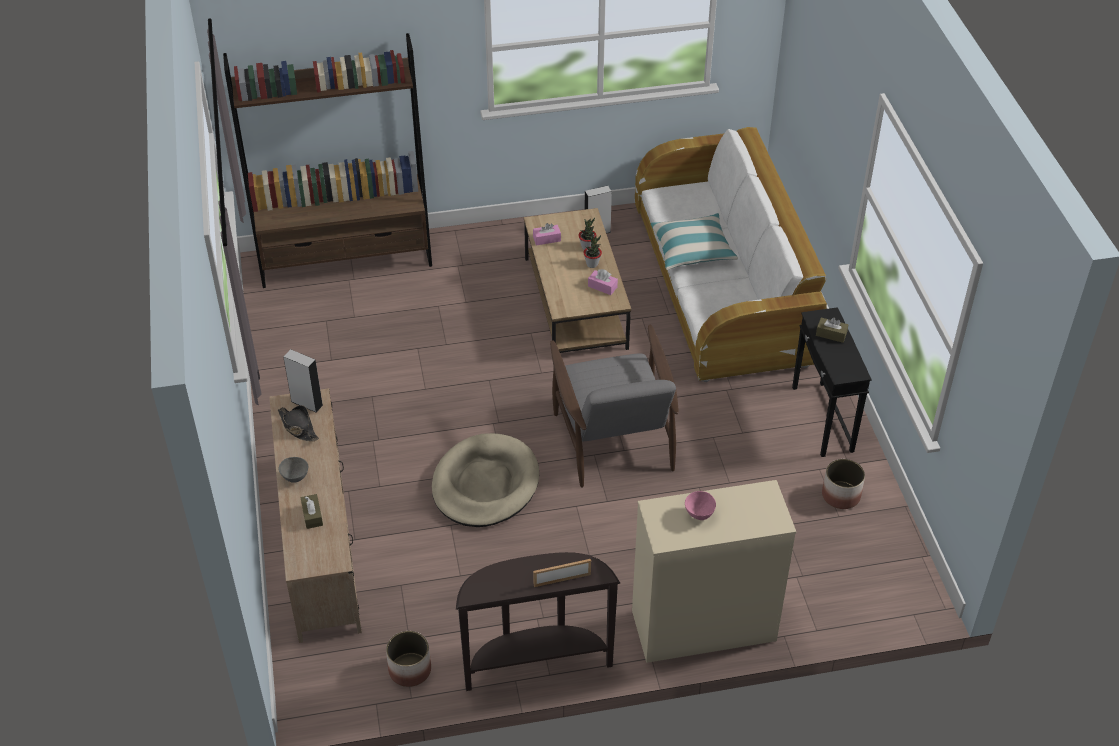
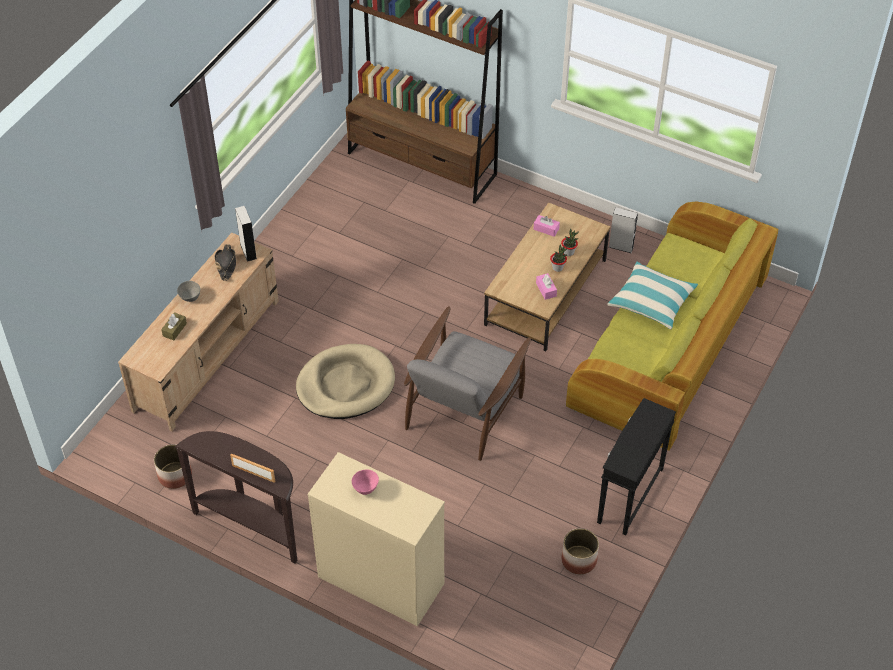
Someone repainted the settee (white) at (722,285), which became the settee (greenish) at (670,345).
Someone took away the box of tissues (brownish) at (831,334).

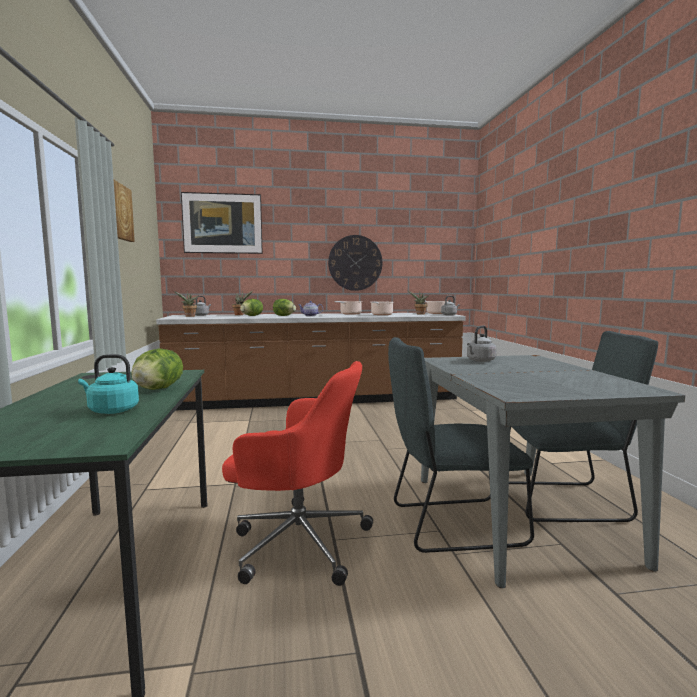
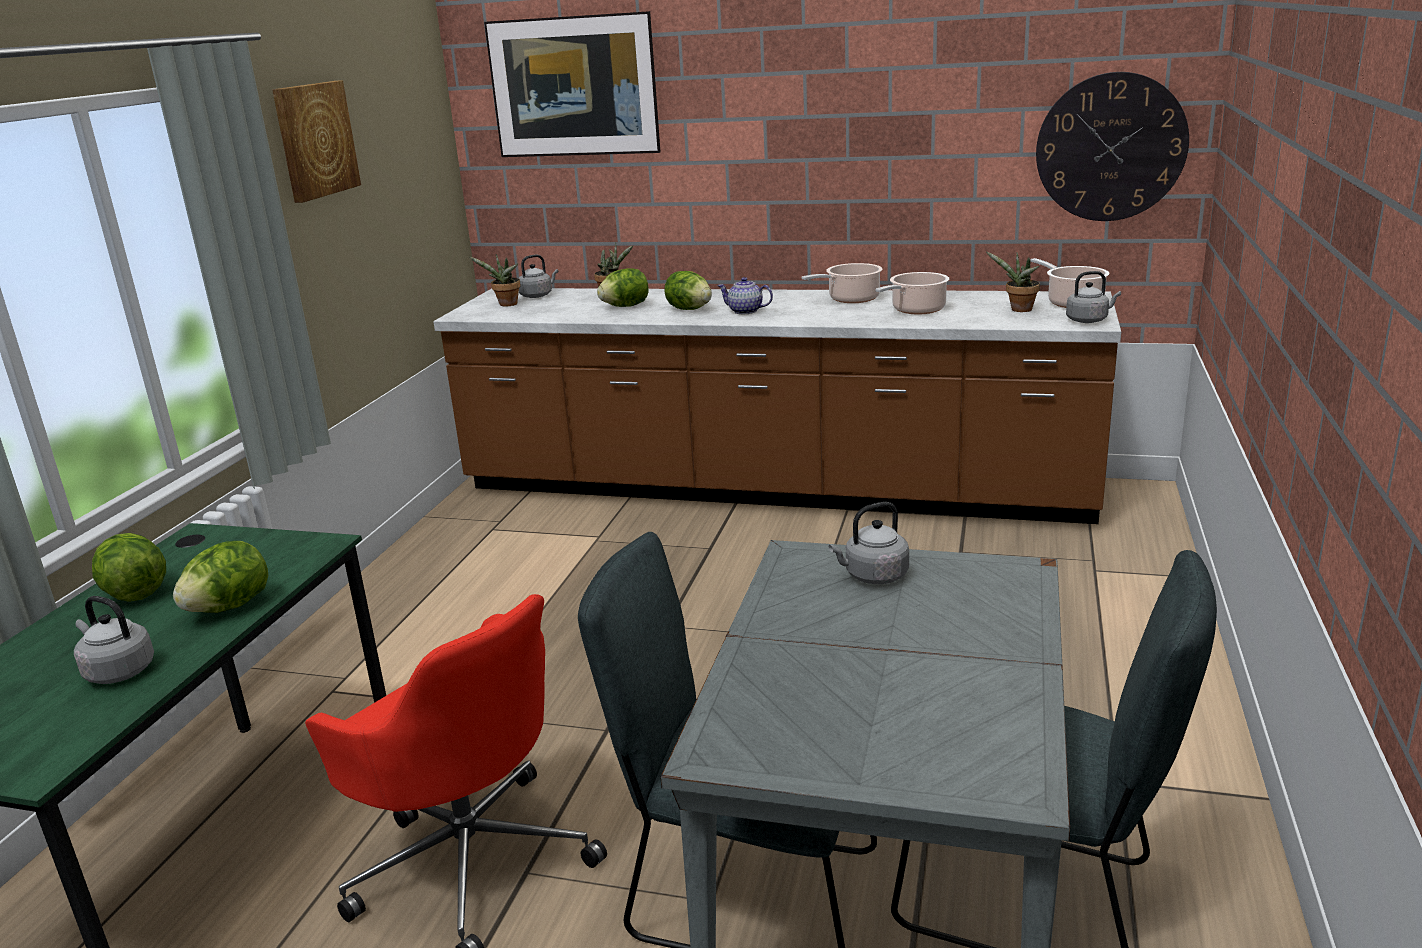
Someone carried the hanging clock from (355,263) to (1110,147).
Someone repainted the tea kettle (turquoise) at (111,410), which became the tea kettle (grey) at (117,671).
Someone put down the lettuce head at (135,593).

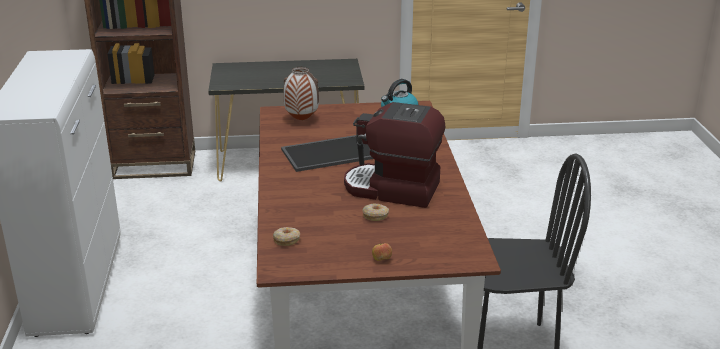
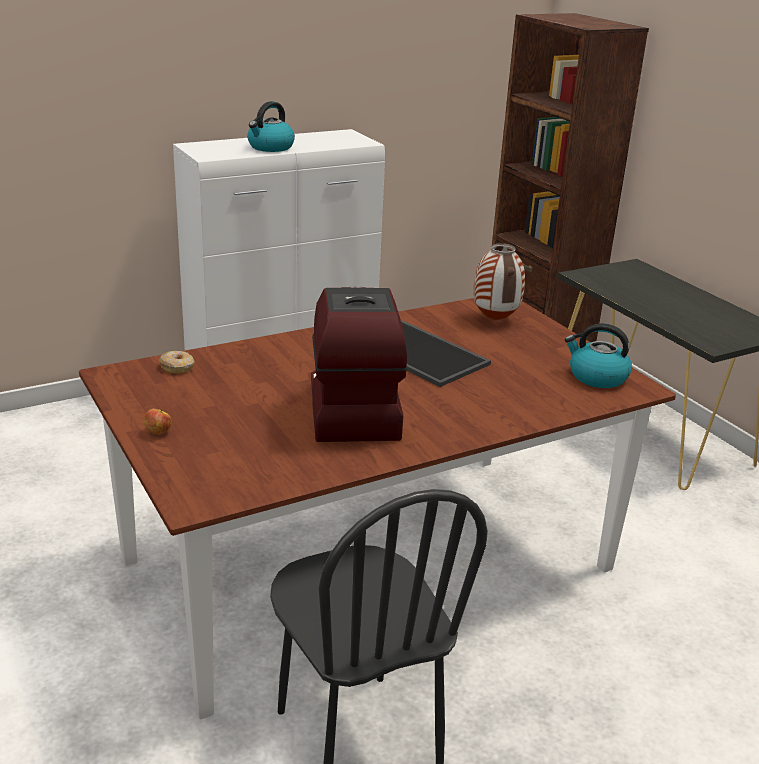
Someone took away the ring doughnut at (375,216).
Someone put down the tea kettle at (270,147).

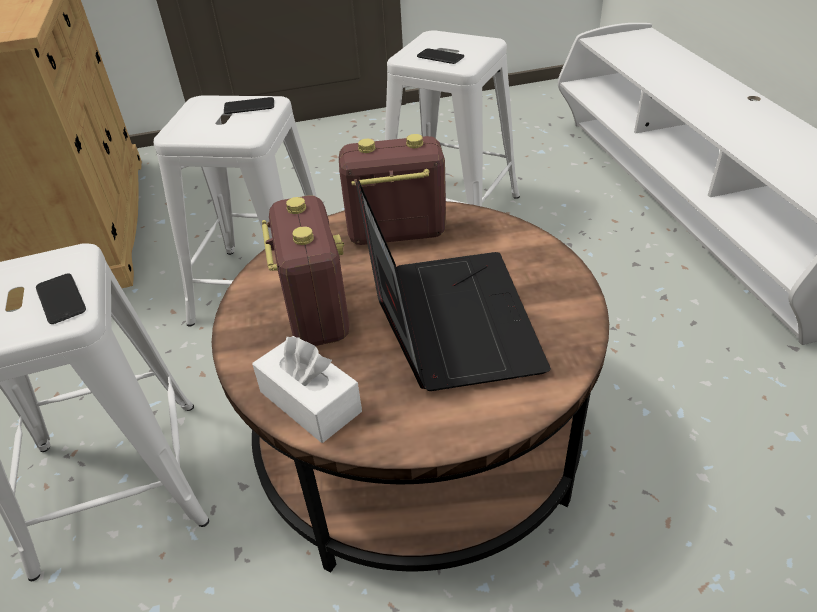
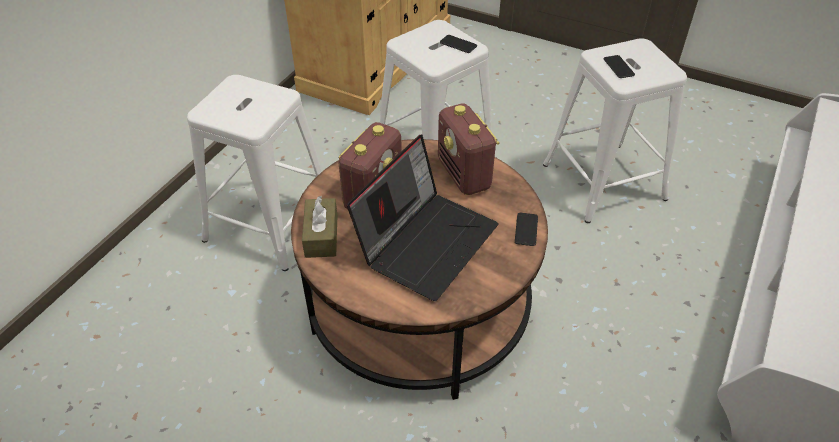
Someone rotated the radio at (395,233) by 150 degrees counterclockwise.
Someone carried the telephone from (61,299) to (526,229).
Someone repainted the box of tissues (white) at (310,401), which became the box of tissues (brownish) at (321,236).

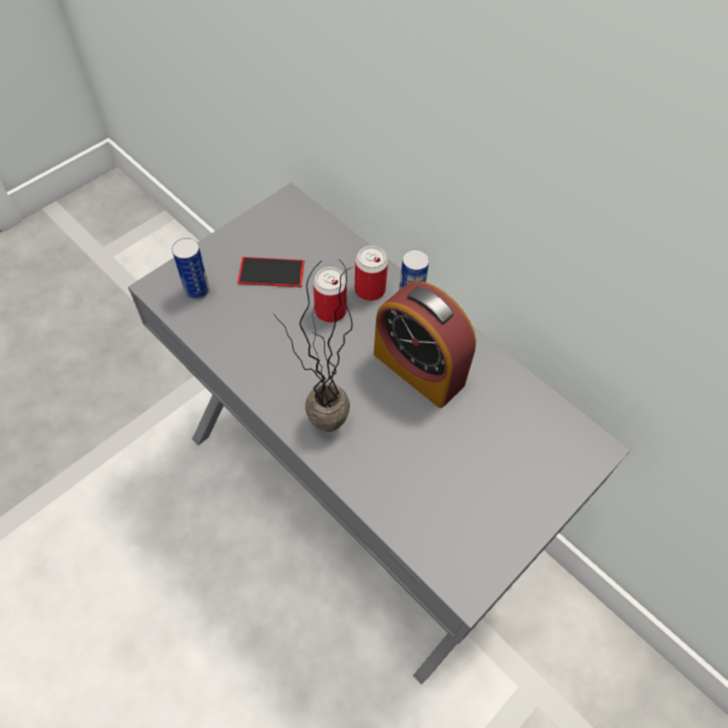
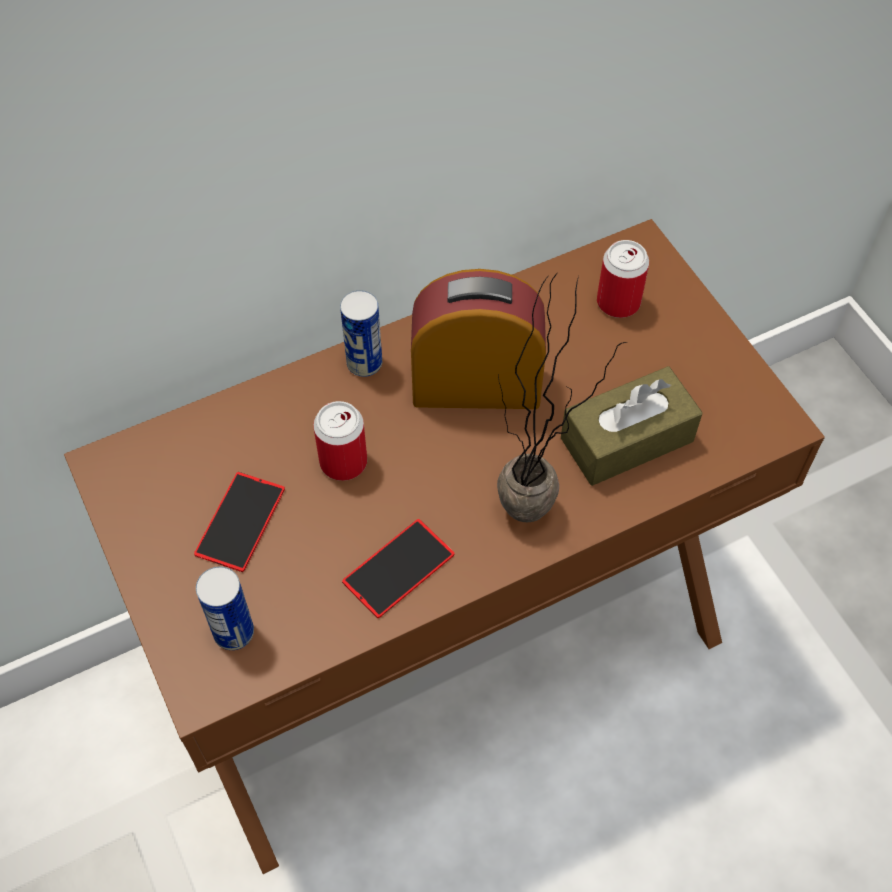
Someone repainted the desk (grey) at (359,494), which became the desk (brownish) at (444,643).
Someone carried the can from (370,289) to (618,302).
Someone rotated the bedside clock at (418,368) by 150 degrees counterclockwise.
Someone put down the box of tissues (brownish) at (627,439).
Someone put down the telephone at (398,568).

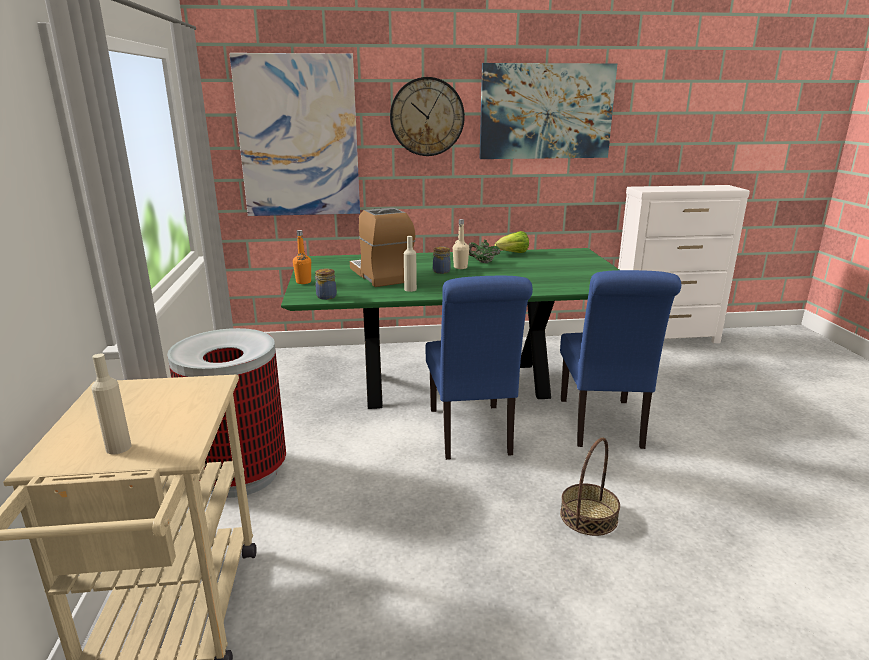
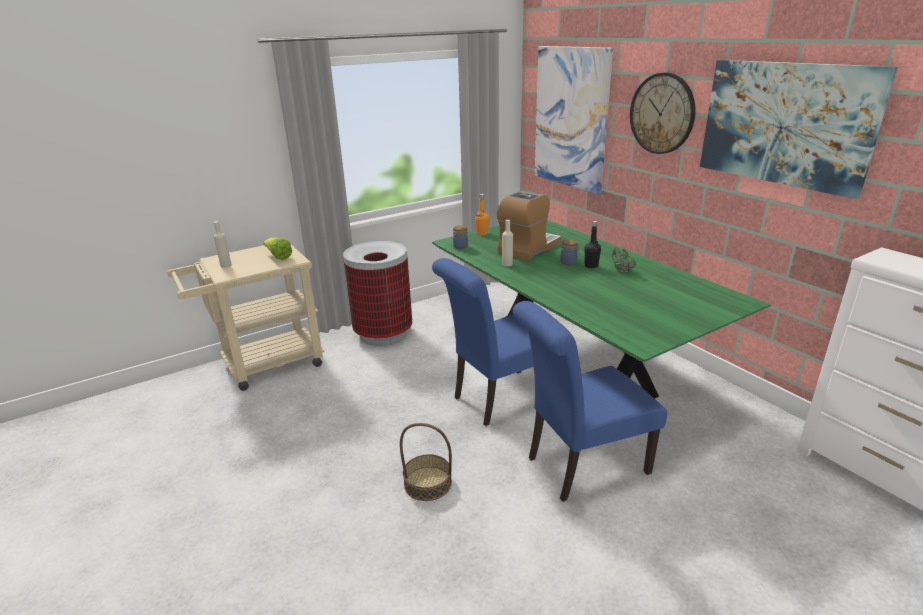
Someone repainted the drink bottle (beige) at (460,267), which became the drink bottle (black-coloured) at (591,266).
Someone carried the lettuce head from (512,253) to (278,257).

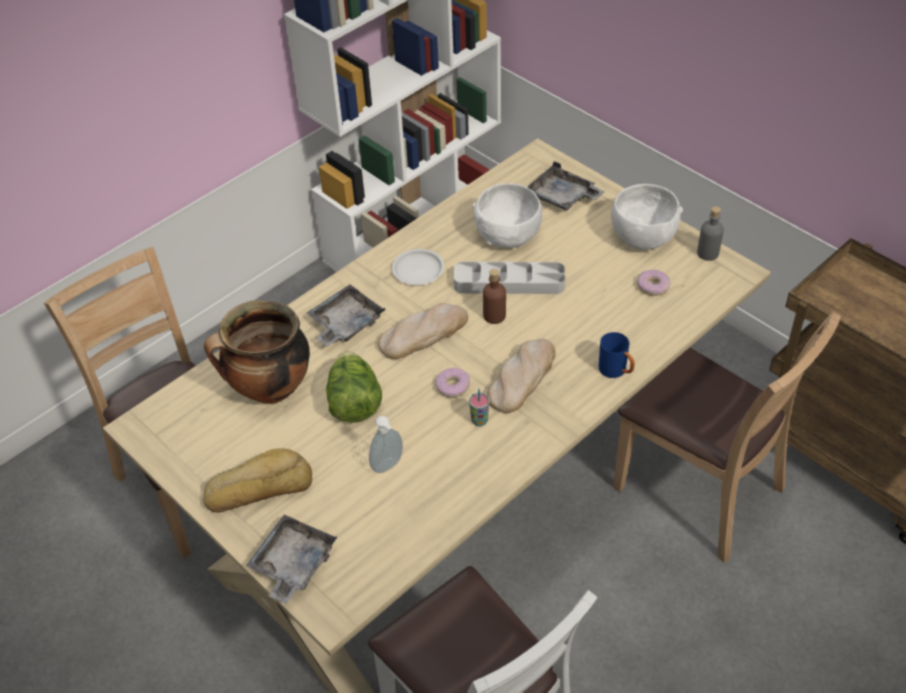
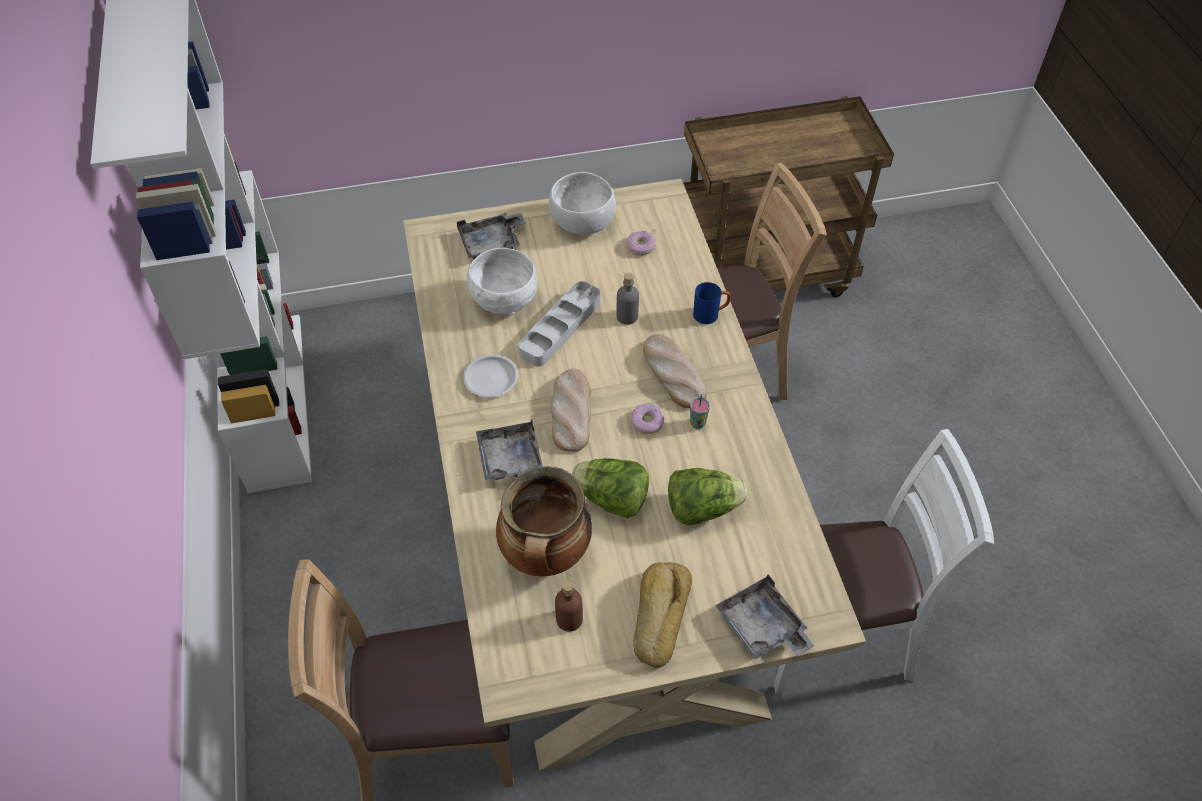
Someone carried the drink bottle (grey) from (708,253) to (627,316).
Someone carried the drink bottle (brownish) from (494,316) to (569,619).
Someone swapped the liquid soap bottle at (388,466) for the lettuce head at (702,508).

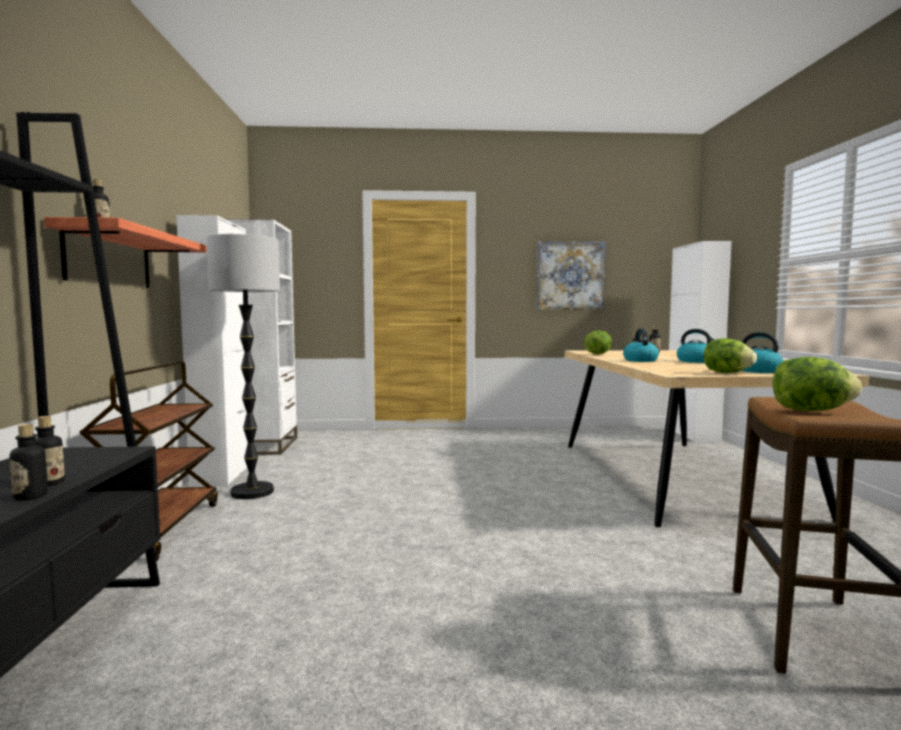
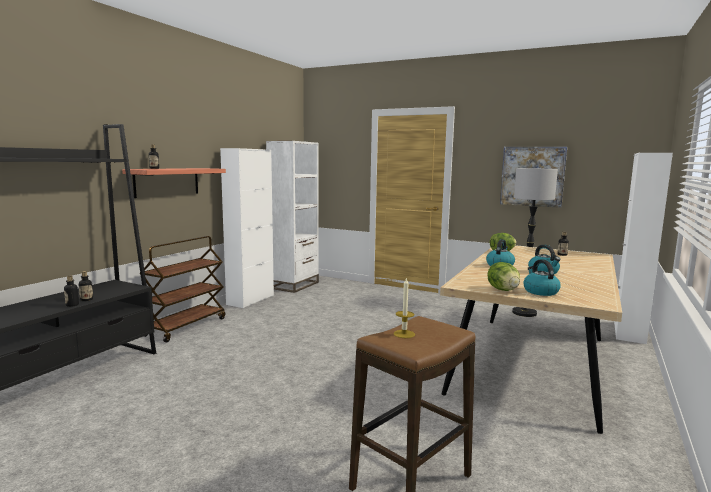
Someone carried the standing lamp from (252,492) to (524,313).
Someone swapped the lettuce head at (811,411) for the candle at (404,334).

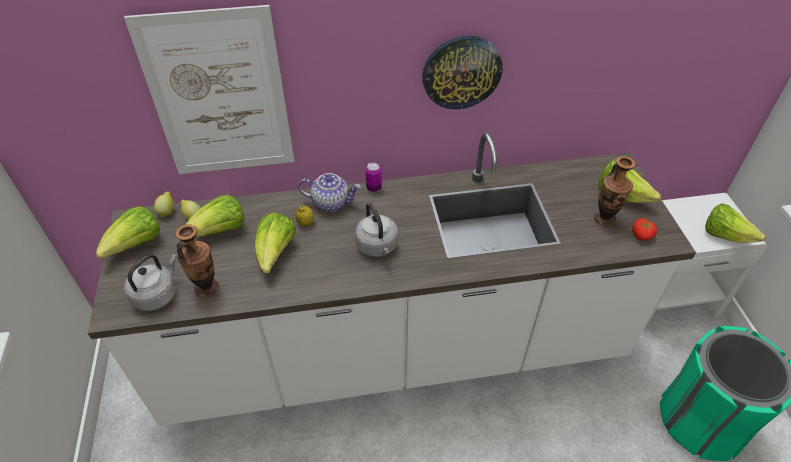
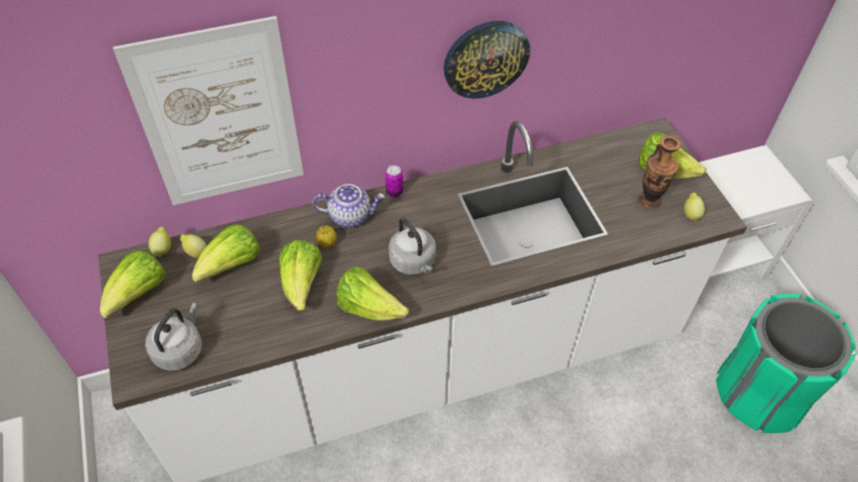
Someone carried the lettuce head from (725,235) to (369,308).
Someone swapped the tomato at (642,235) for the whole lemon at (690,214).
Someone took away the flower vase at (206,288).

